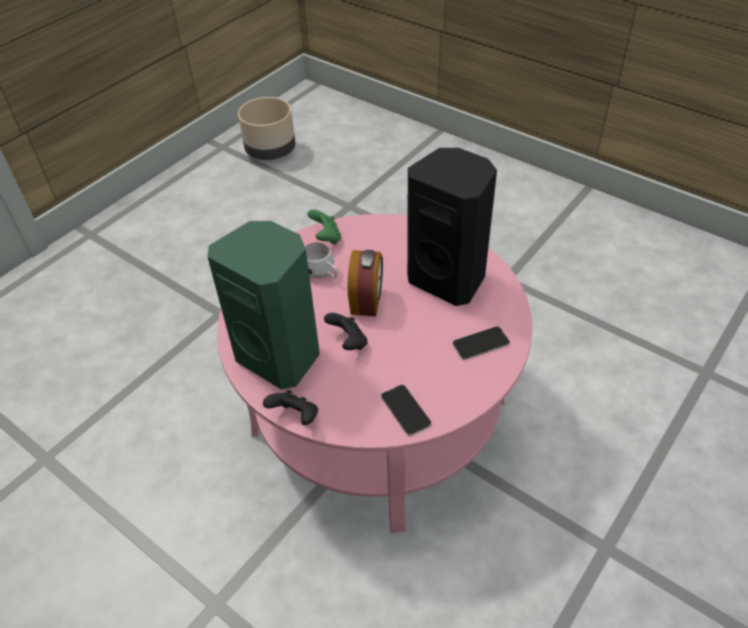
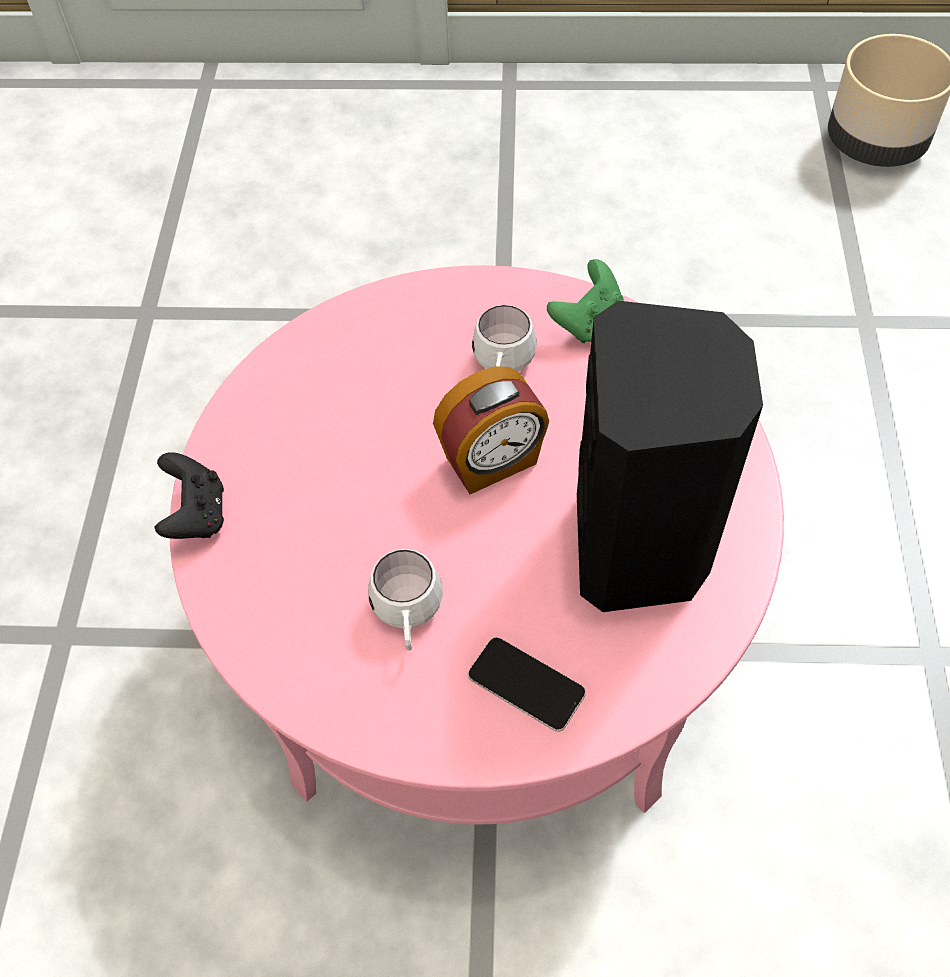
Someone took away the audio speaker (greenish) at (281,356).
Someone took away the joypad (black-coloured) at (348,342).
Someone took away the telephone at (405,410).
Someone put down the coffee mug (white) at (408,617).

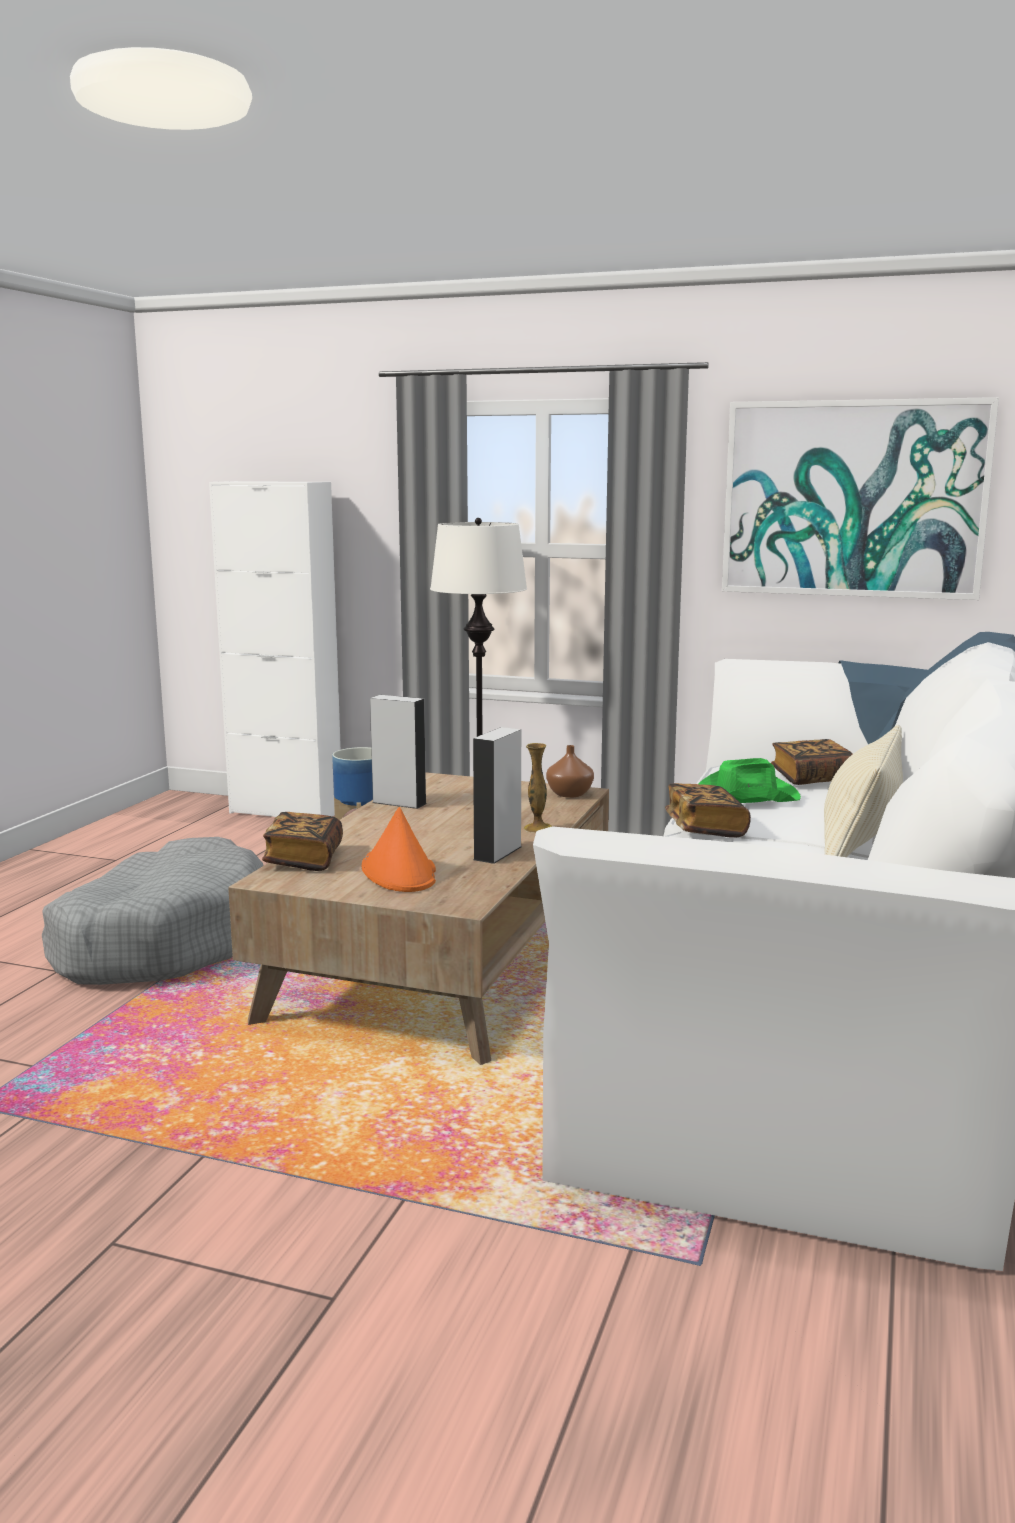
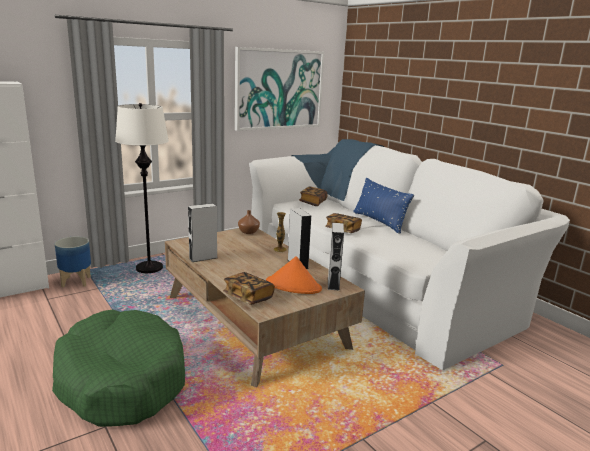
Someone repainted the cushion (beige) at (859,844), which became the cushion (blue-coloured) at (379,222).
Someone took away the clothing hat (greenish) at (744,796).
Someone repainted the dog bed (grey) at (162,941), which became the dog bed (greenish) at (121,380).
Someone put down the audio speaker (grey) at (333,283).

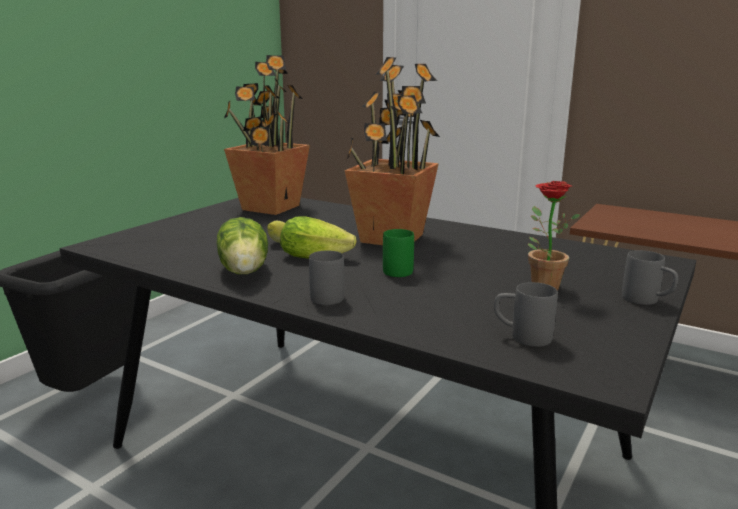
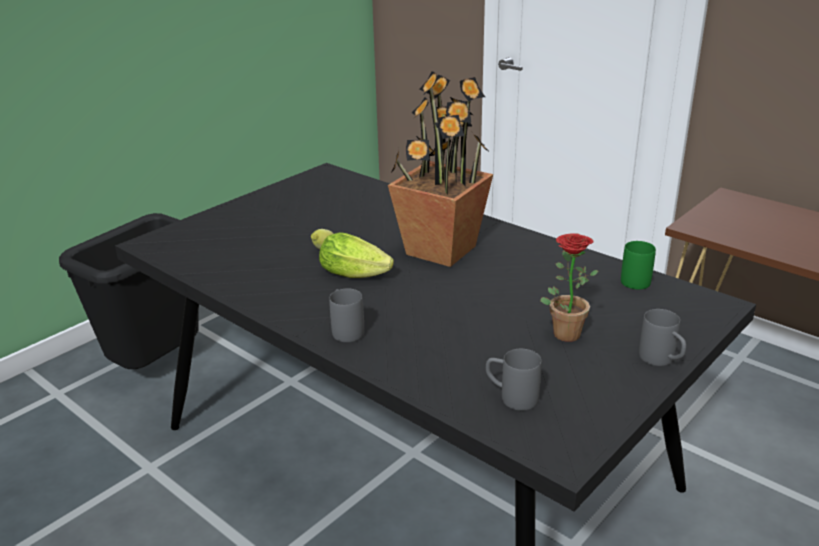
Someone took away the potted plant at (270,207).
Someone took away the lettuce head at (245,270).
Someone carried the coffee mug (greenish) from (397,269) to (634,278).

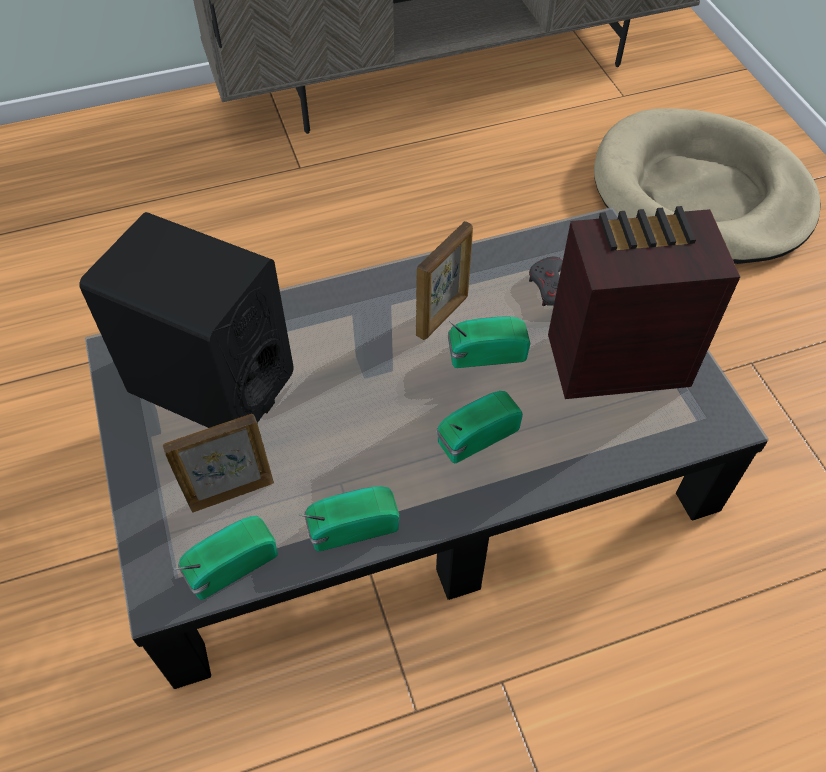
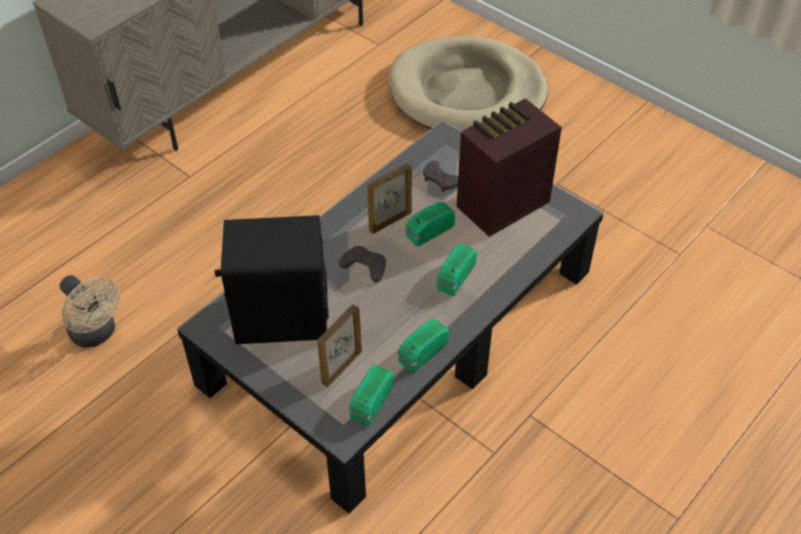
Someone rotated the standing frame at (443,315) by 135 degrees counterclockwise.
Someone put down the joypad (grey) at (364,266).
Someone put down the fan (beige) at (97,334).

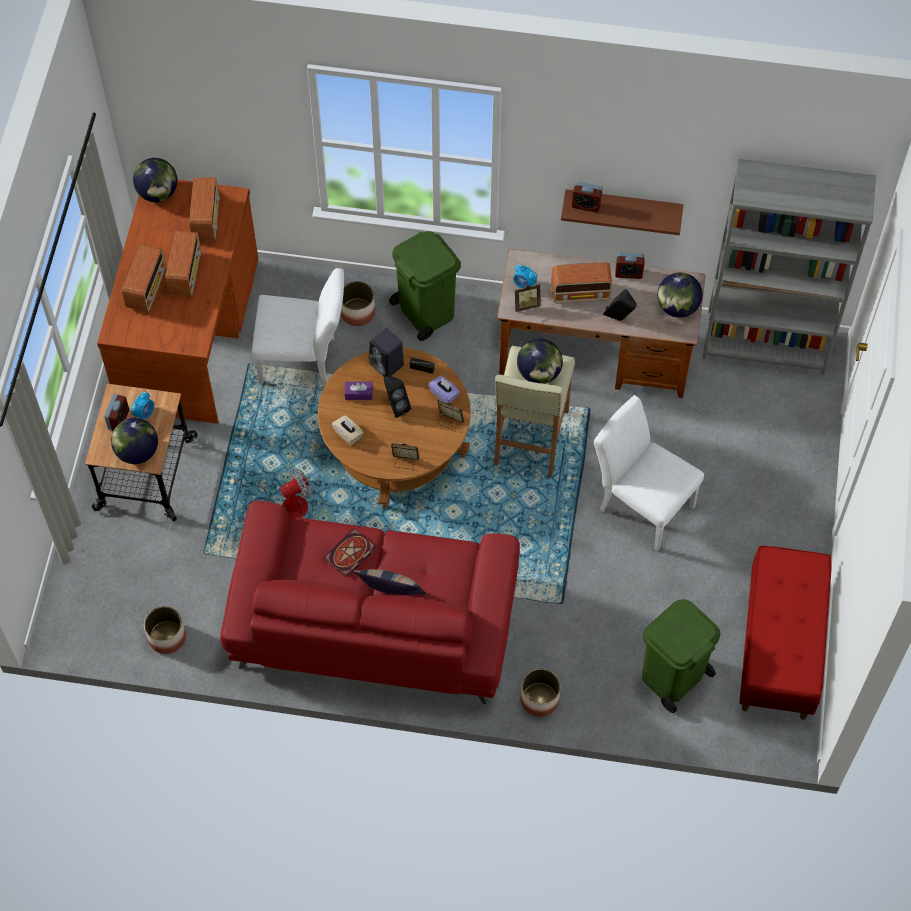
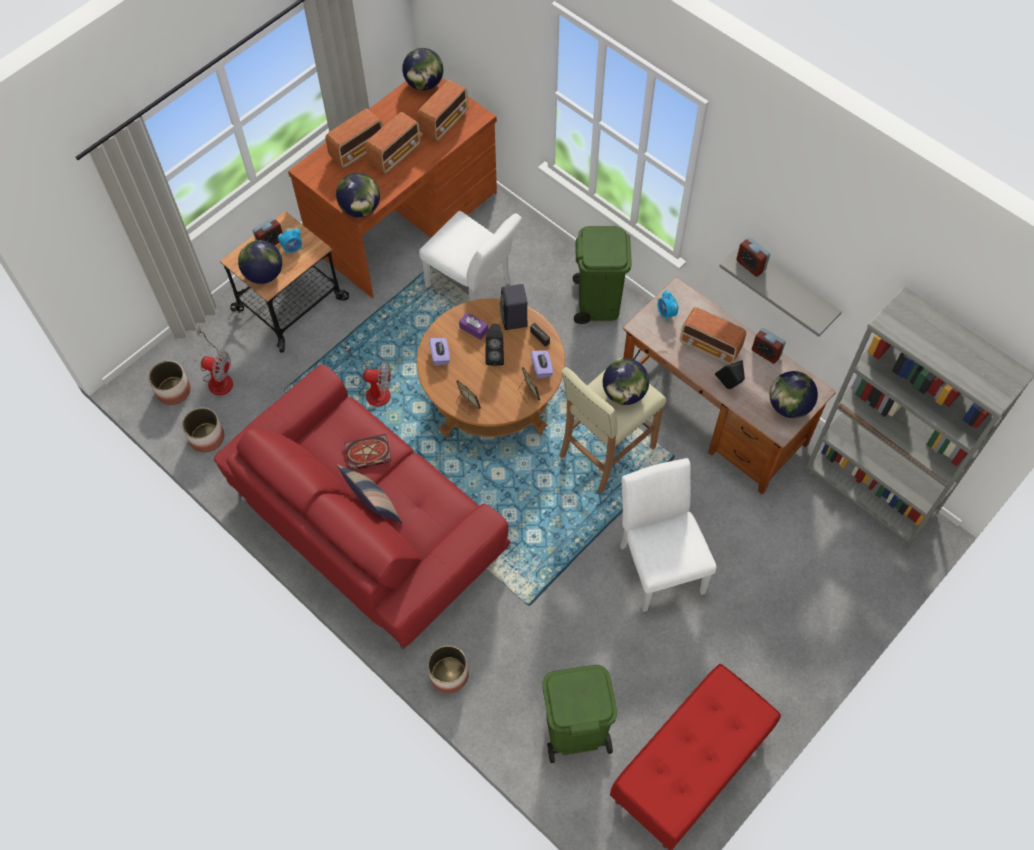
Someone repainted the shelf (brownish) at (623,207), which became the shelf (grey) at (788,287).
Someone carried the flower pot from (358,312) to (174,391).
Someone took away the standing frame at (526,305).
Someone repainted the box of tissues (beige) at (348,434), which became the box of tissues (purplish) at (440,356).
Someone put down the world globe at (360,209).
Someone put down the fan at (218,377).

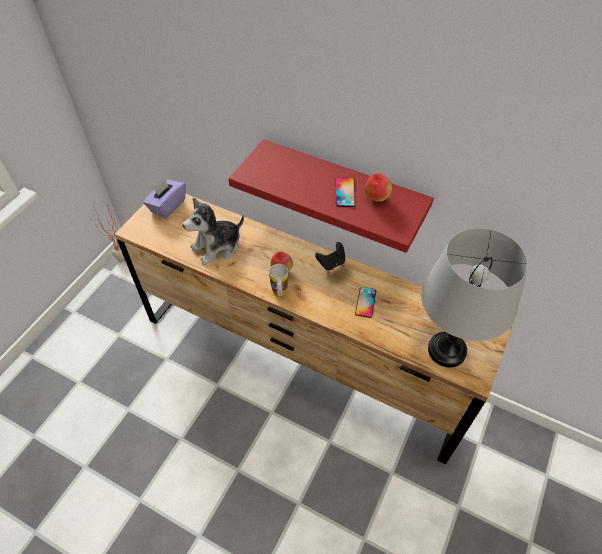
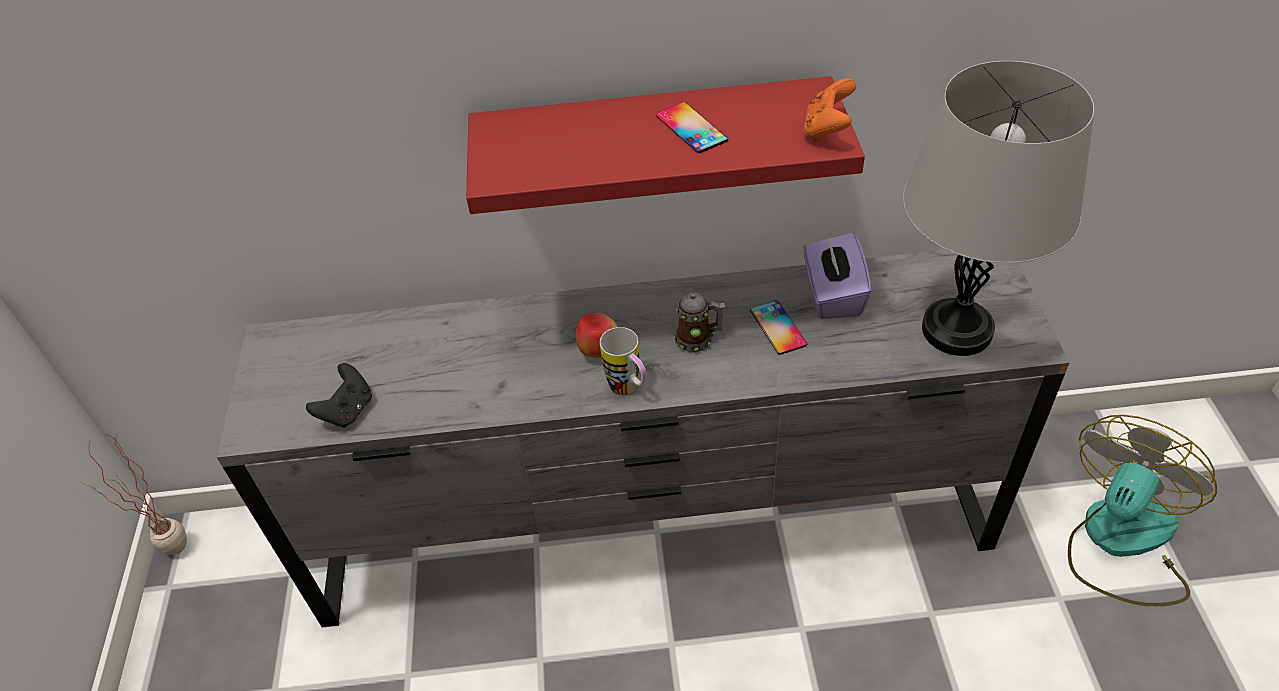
Someone took away the whole apple at (376,198).
Someone carried the box of tissues (purplish) from (167,206) to (832,295).
Someone repainted the drawer chest (brownish) at (301,359), which became the drawer chest (grey) at (653,527).
Someone took away the cuddly toy at (217,246).
Someone carried the joypad (black-coloured) from (331,263) to (348,410).
Someone put down the joypad (orange-coloured) at (827,130).
Someone put down the coffee mug at (699,339).
Someone put down the fan at (1120,542).

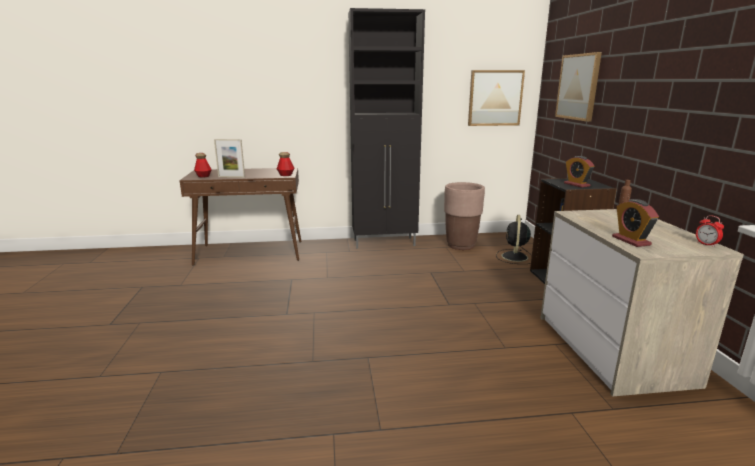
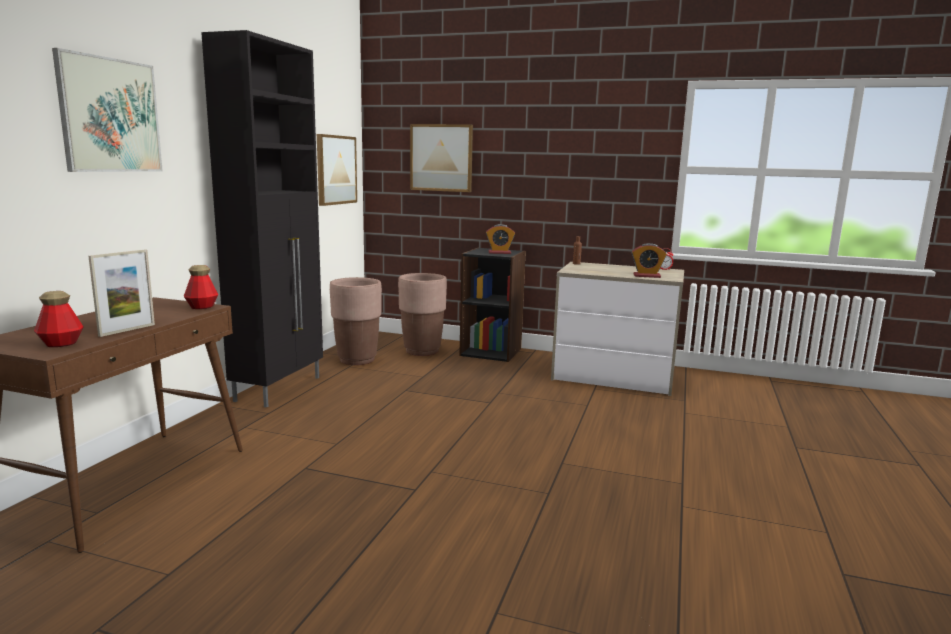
Someone swapped the fan (black-coloured) at (514,257) for the flower pot (brownish) at (422,351).
Someone put up the wall art at (110,115).

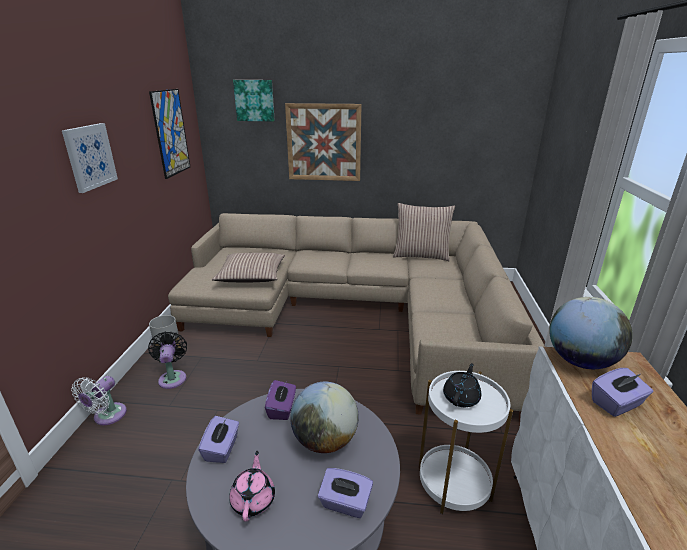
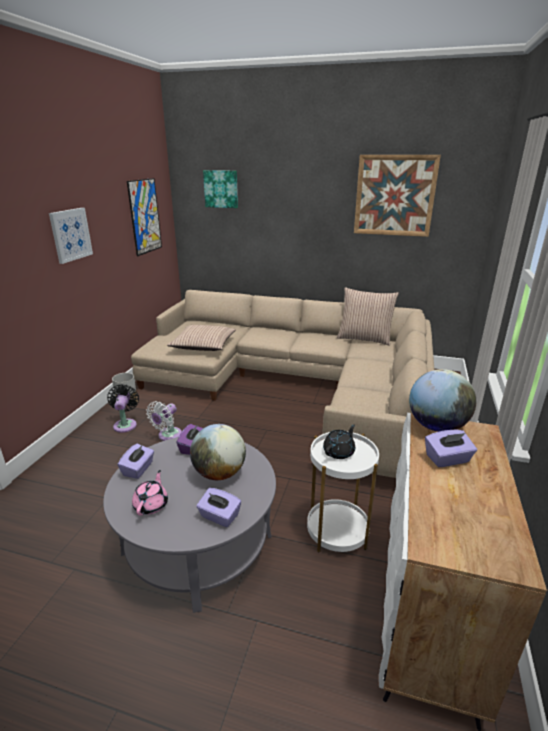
Someone carried the wall art from (324,142) to (394,196).
Someone carried the fan (white) from (107,416) to (168,436).

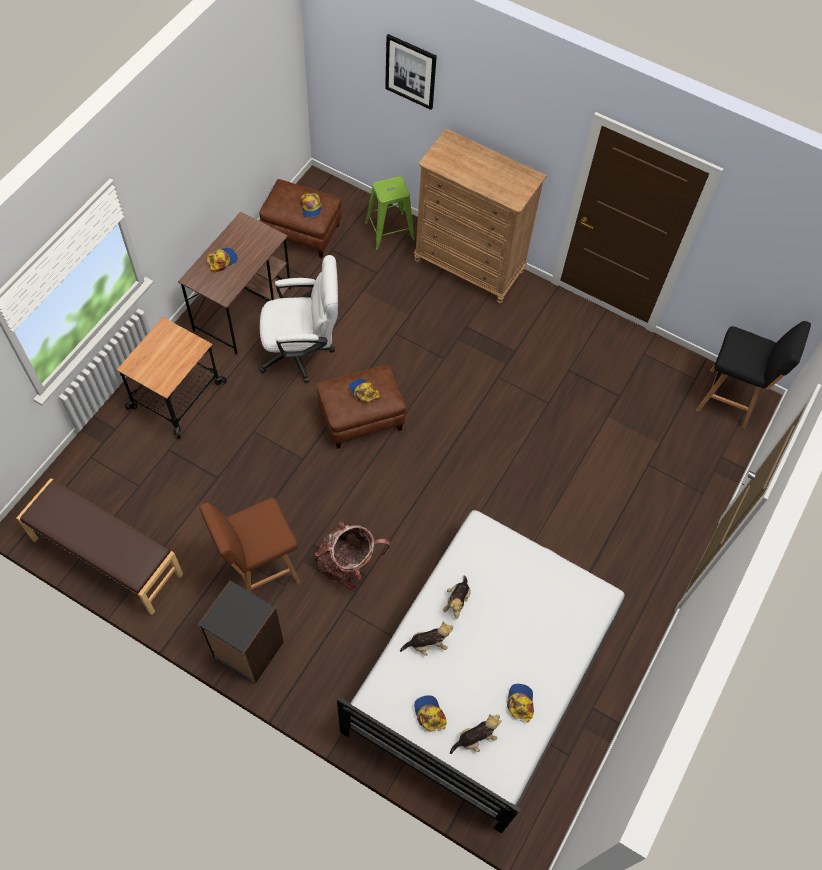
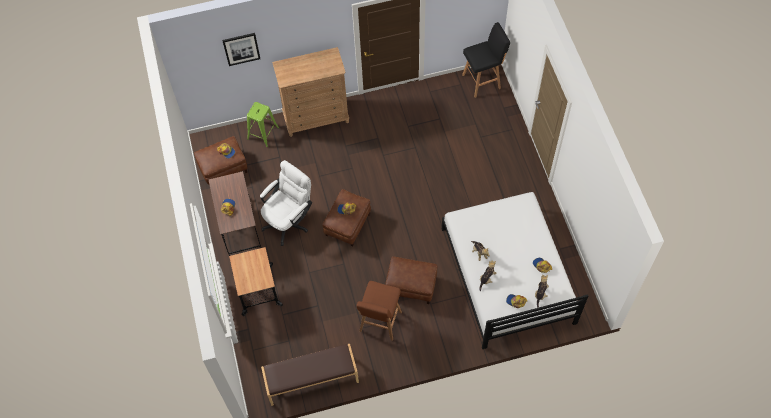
Someone swapped the backpack at (348,563) for the pouffe (brownish) at (411,286).
Someone took away the shelving unit (black-coloured) at (247,650).

